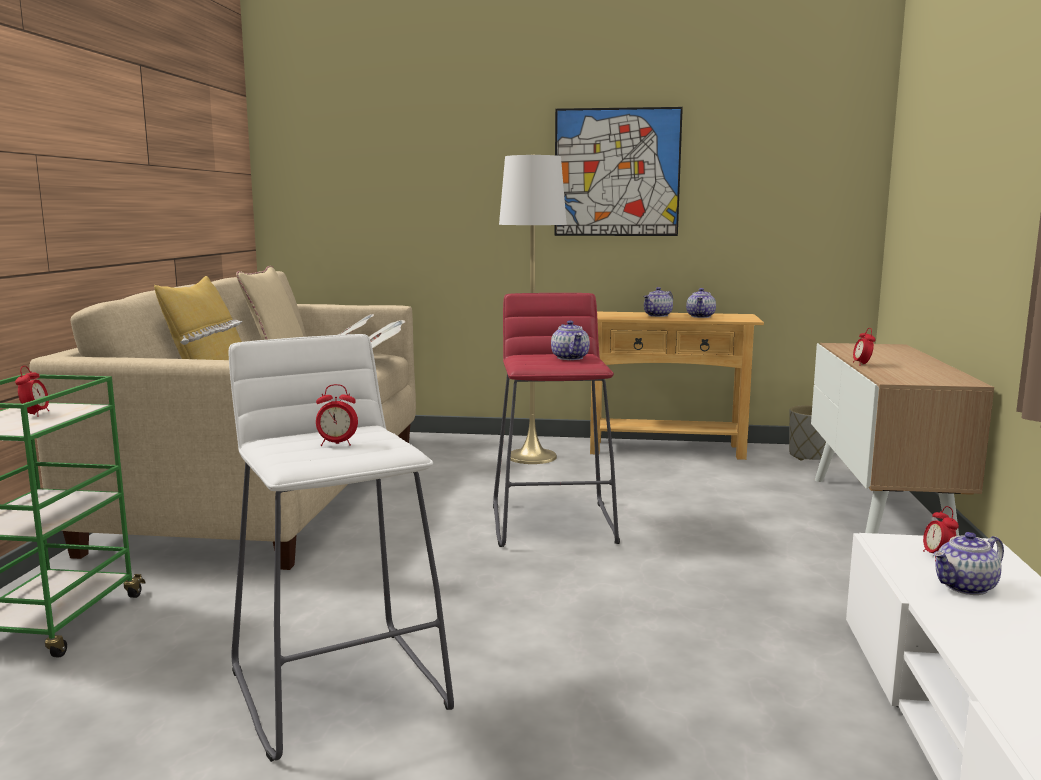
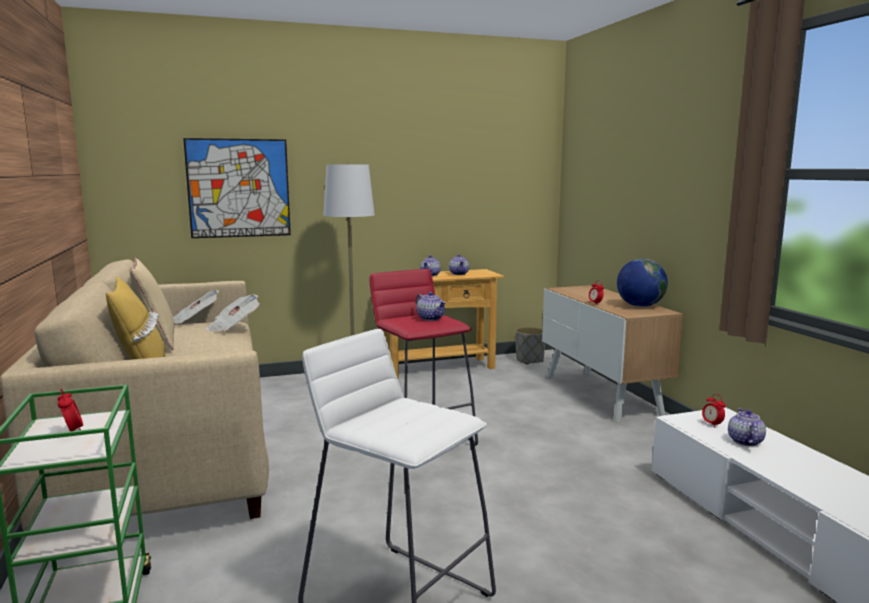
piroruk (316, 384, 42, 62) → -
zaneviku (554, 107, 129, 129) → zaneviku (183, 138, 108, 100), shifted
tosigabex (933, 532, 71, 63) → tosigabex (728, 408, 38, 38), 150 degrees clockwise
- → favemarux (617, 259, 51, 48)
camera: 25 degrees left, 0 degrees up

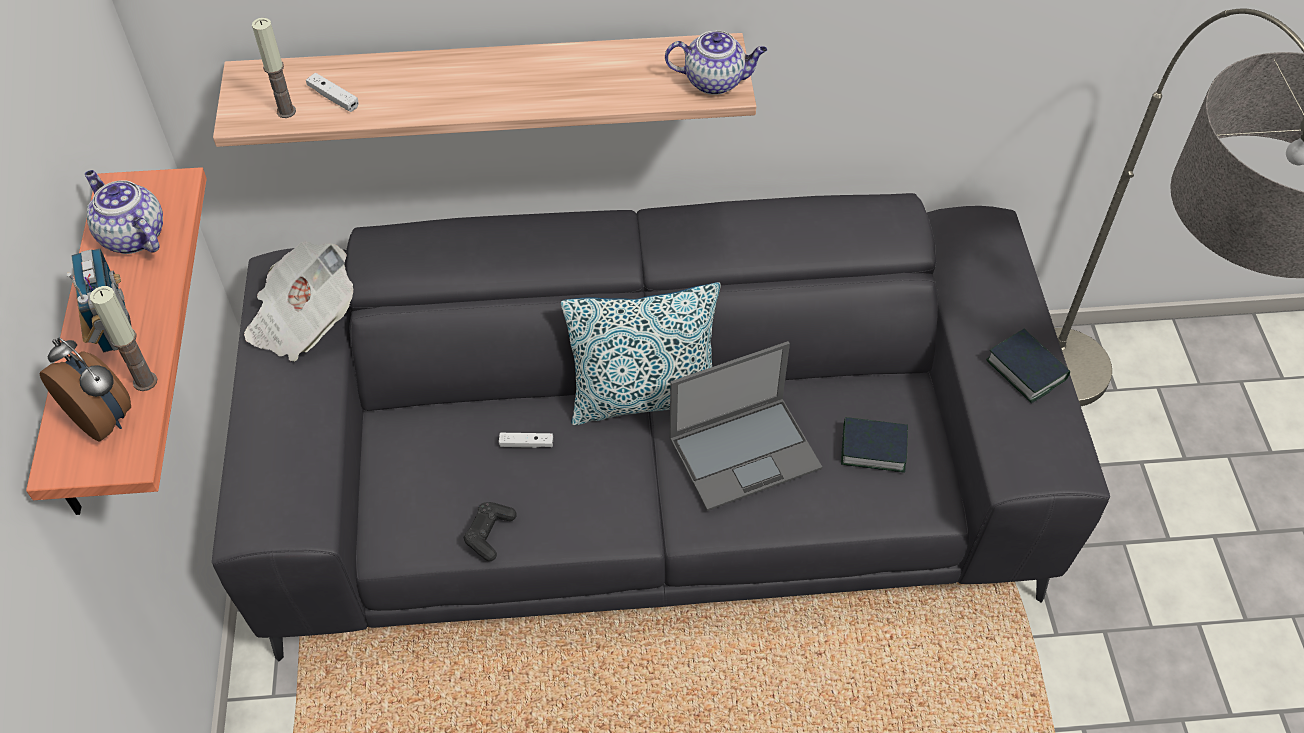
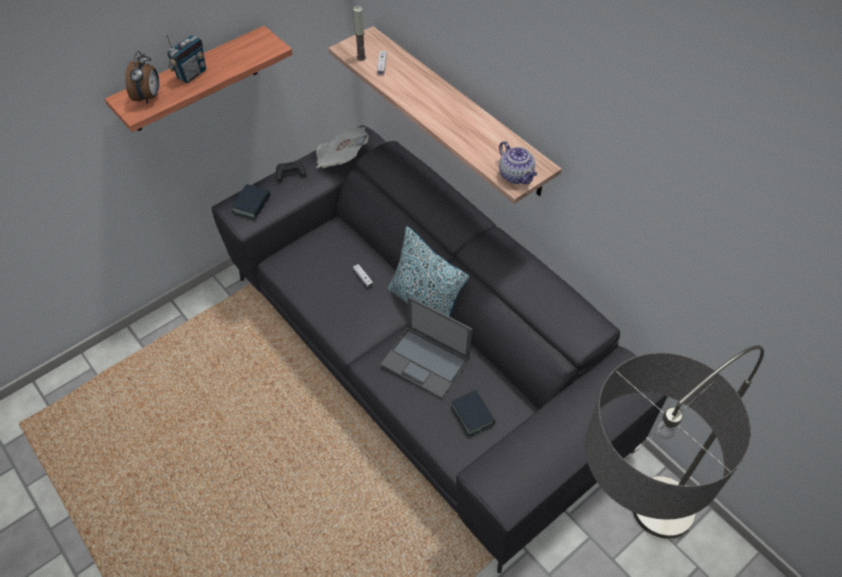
tosigabex (85, 170, 78, 84) → -
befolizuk (90, 286, 68, 105) → -
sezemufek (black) (463, 502, 54, 59) → sezemufek (black) (276, 160, 30, 21), shifted
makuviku (986, 329, 84, 74) → makuviku (231, 184, 39, 35), shifted
camera: 55 degrees right, 0 degrees up

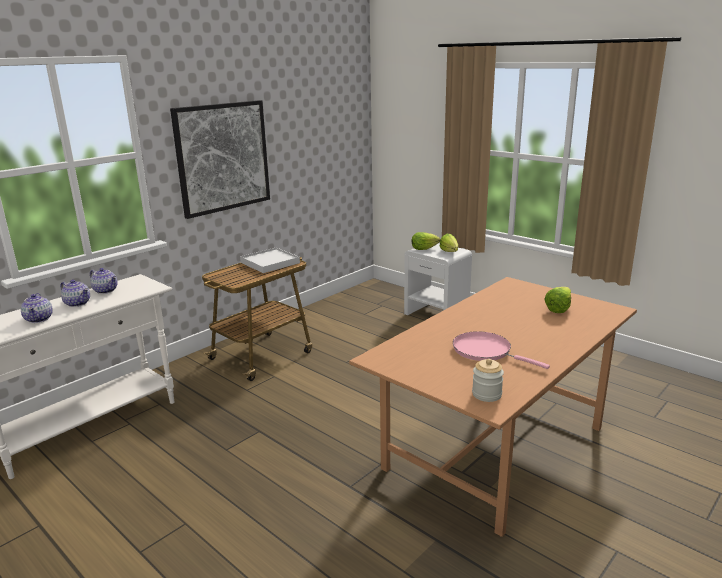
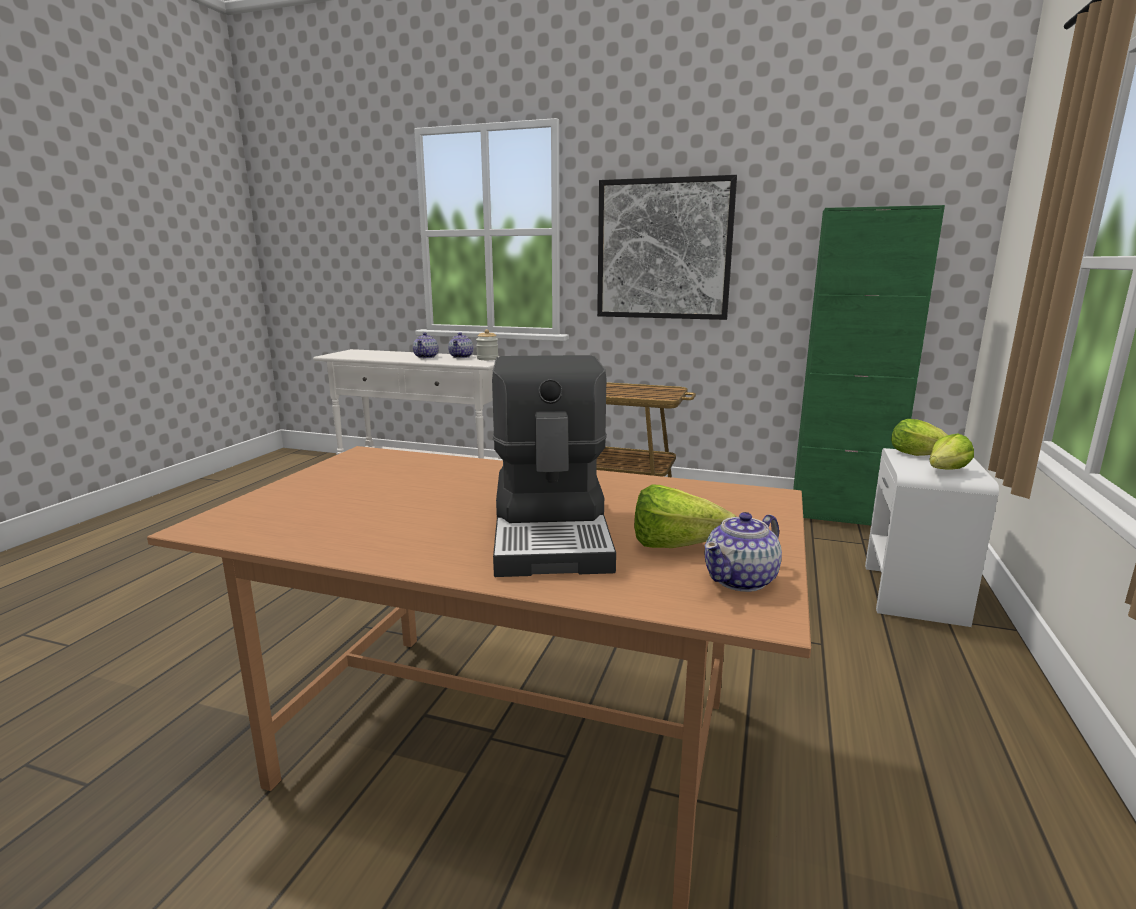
tosigabex (21, 293, 32, 30) → tosigabex (705, 512, 77, 80), shifted
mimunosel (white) (240, 248, 60, 25) → -
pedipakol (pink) (453, 331, 97, 38) → -
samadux (472, 359, 32, 43) → samadux (476, 329, 23, 31), shifted
- → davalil (492, 355, 124, 222)
- → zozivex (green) (793, 205, 152, 320)
camera: 65 degrees right, 5 degrees down

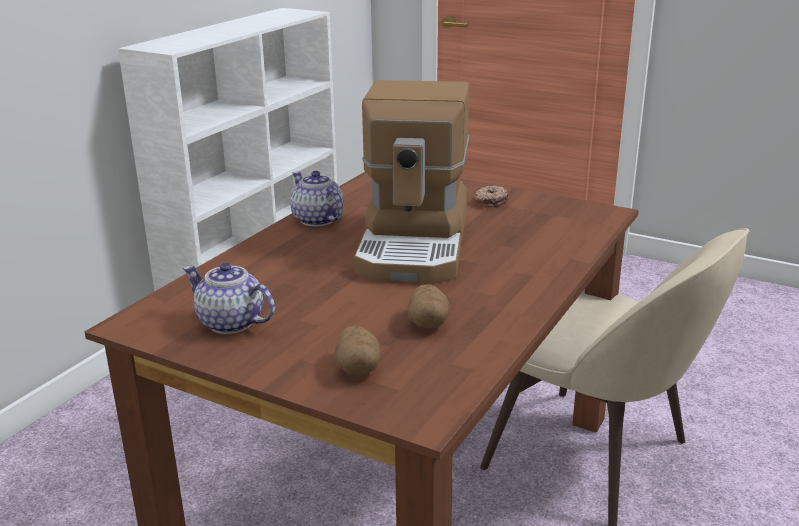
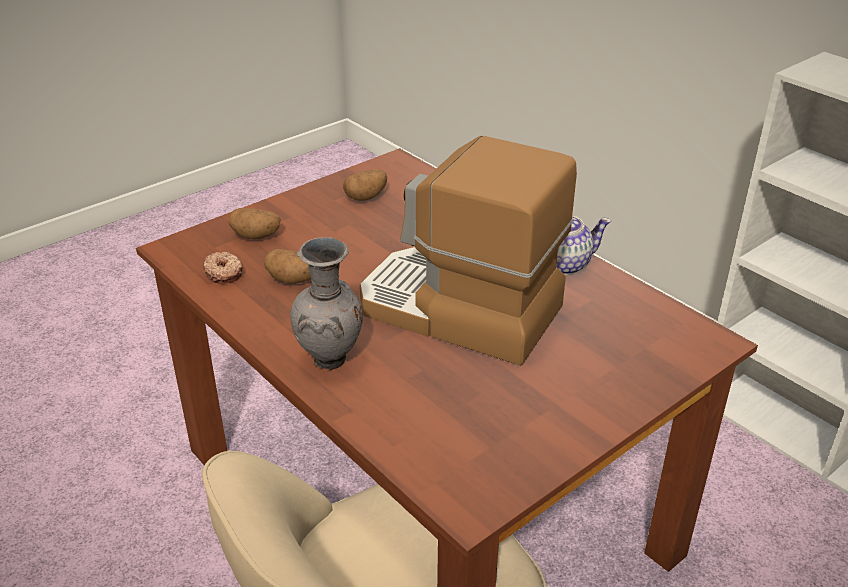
tosigabex (183, 263, 92, 71) → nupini (343, 169, 44, 32)
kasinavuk (474, 186, 34, 22) → kasinavuk (203, 252, 40, 32), shifted
- → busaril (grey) (290, 237, 73, 133)
camera: 110 degrees right, 10 degrees up

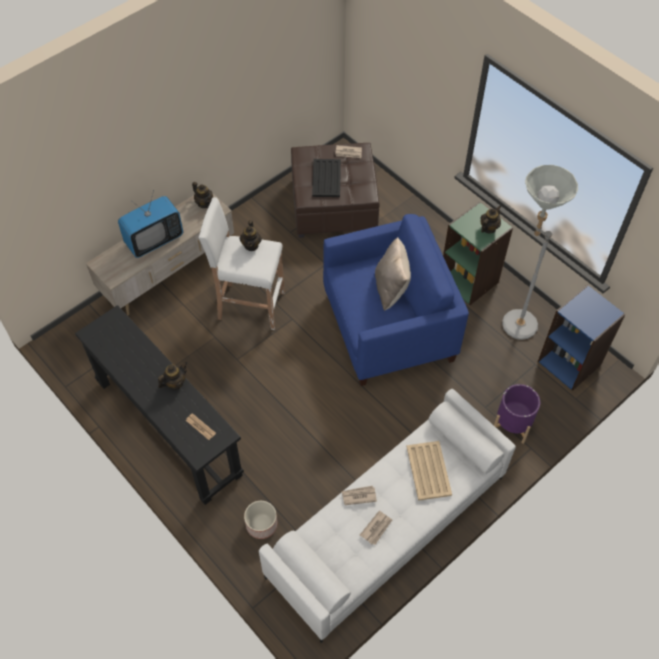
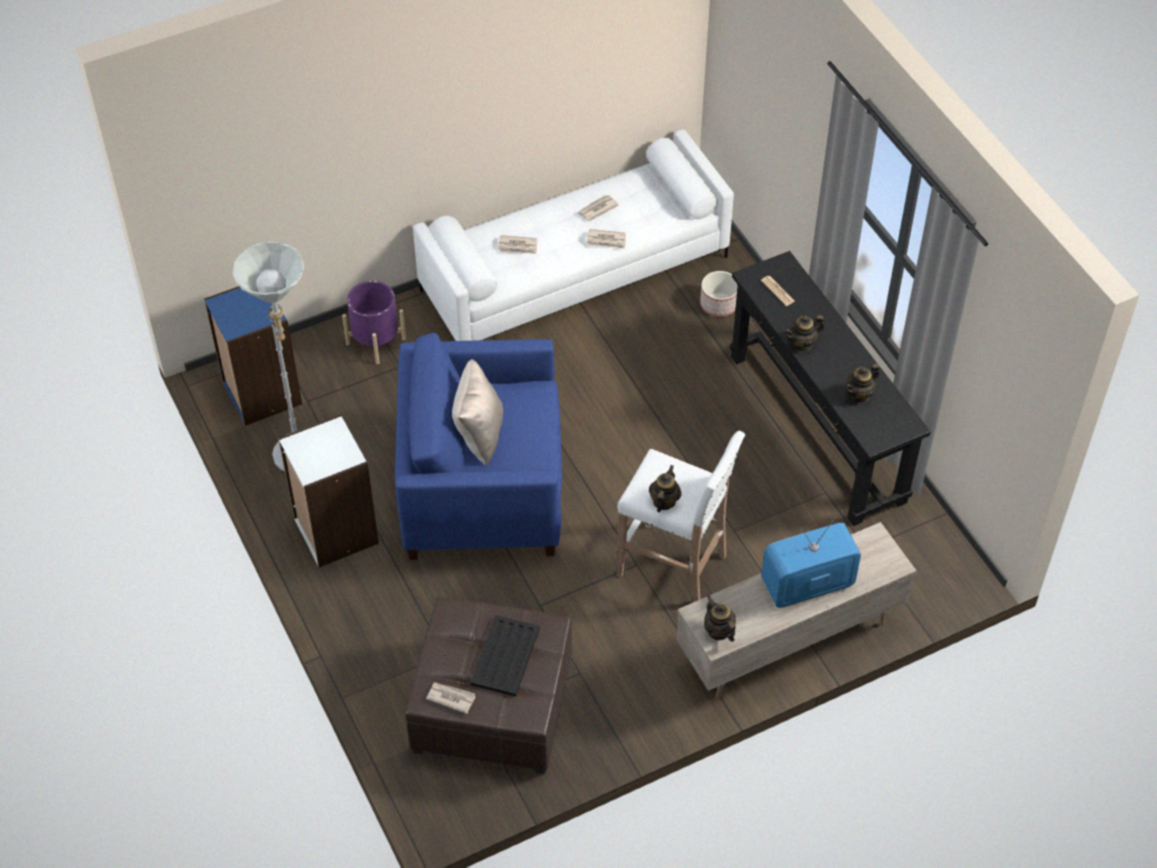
mimunosel (beige) (407, 441, 45, 60) → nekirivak (498, 235, 39, 19)
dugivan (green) (443, 201, 70, 104) → dugivan (white) (278, 414, 101, 154)
tosigabex (481, 205, 20, 29) → tosigabex (845, 363, 35, 41), shifted
camera: 165 degrees left, 5 degrees down

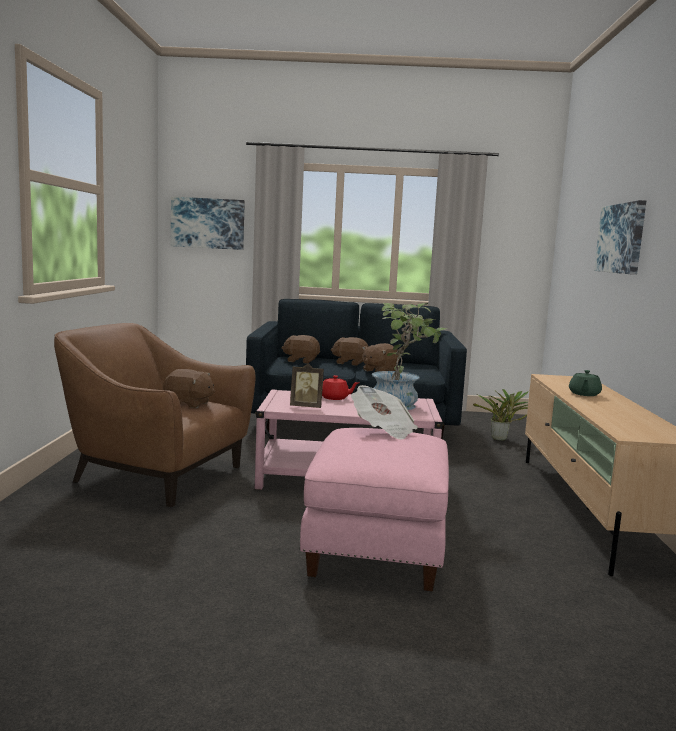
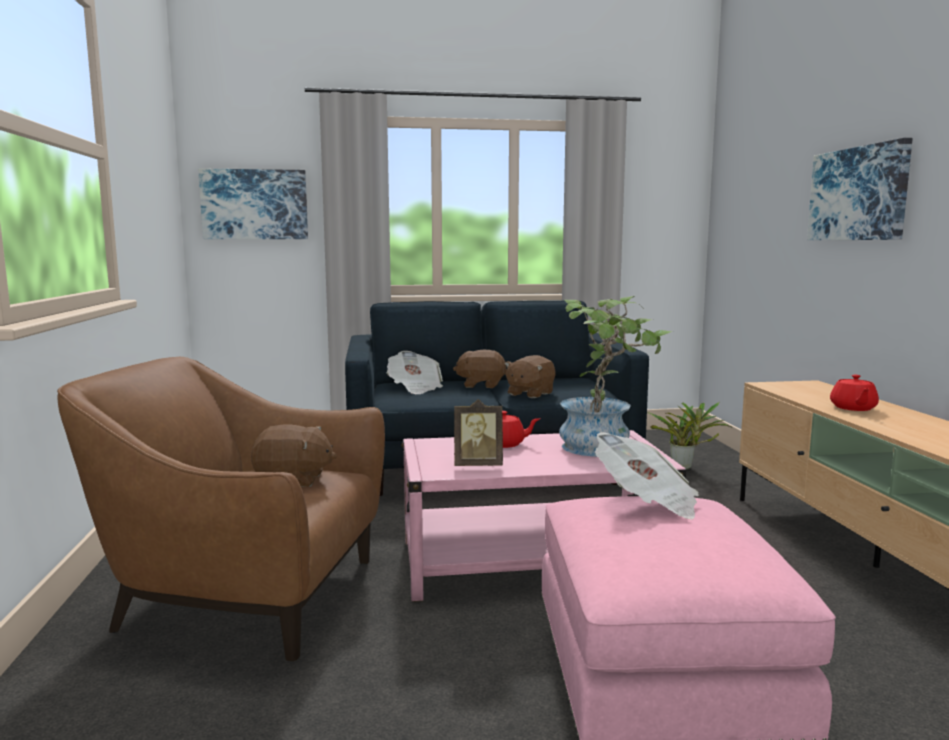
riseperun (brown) (282, 335, 38, 28) → nekirivak (387, 351, 56, 43)
tosigabex (green) (569, 370, 33, 26) → tosigabex (red) (830, 375, 49, 36)
camera: 10 degrees left, 0 degrees up

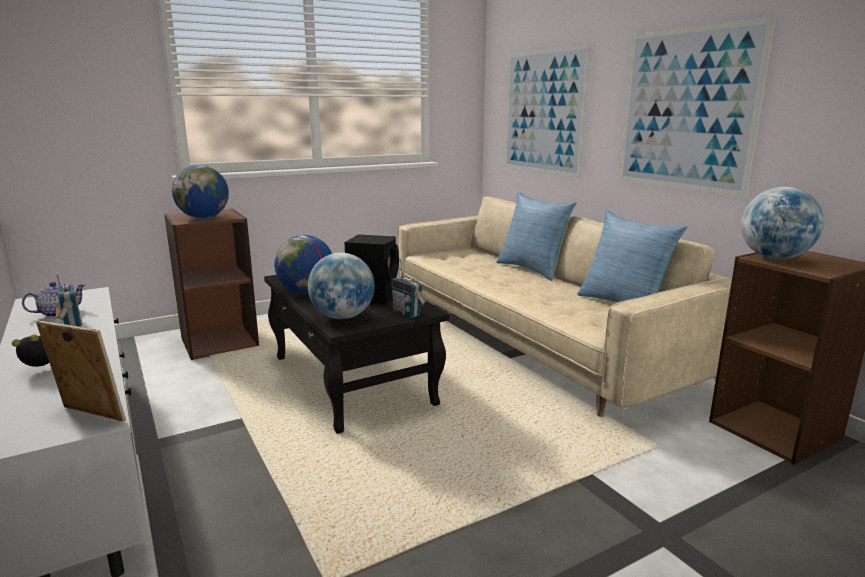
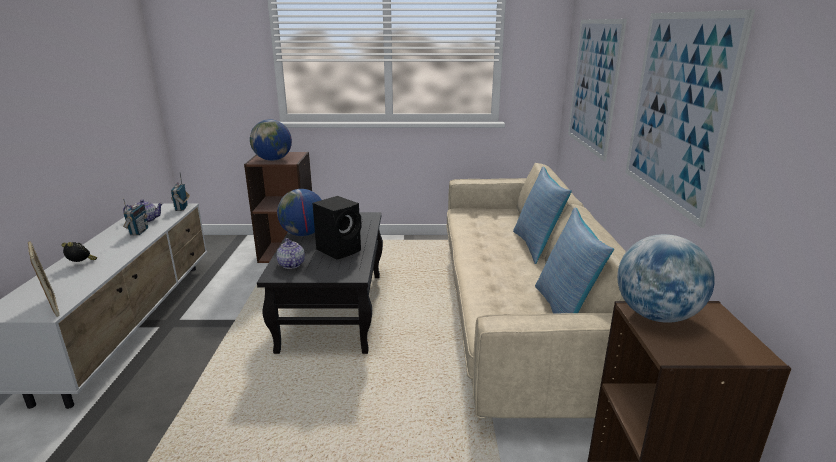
favemarux (308, 253, 67, 66) → tosigabex (276, 238, 29, 31)
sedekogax (391, 259, 35, 59) → sedekogax (171, 172, 19, 39), shifted
camera: 30 degrees right, 5 degrees up

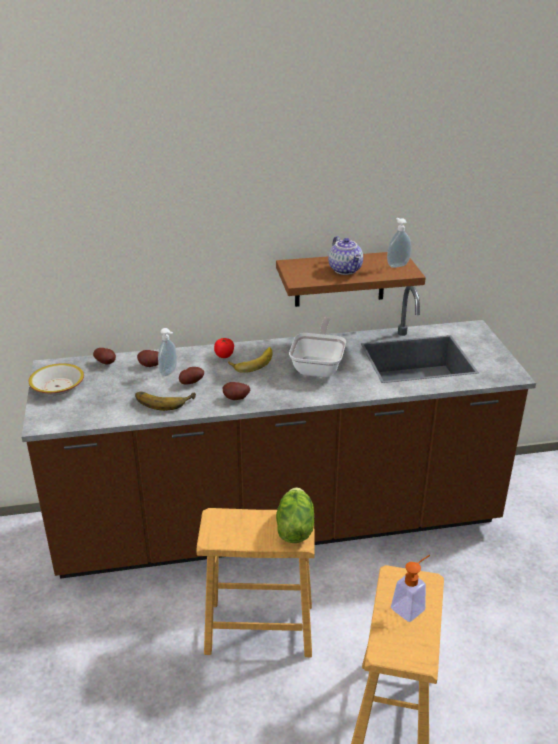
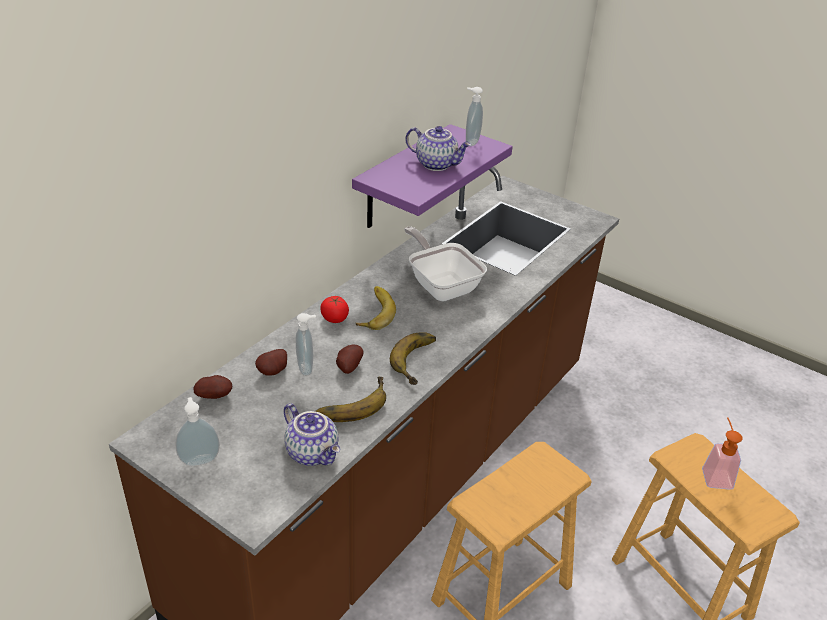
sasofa (29, 363, 55, 32) → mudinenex (176, 397, 44, 69)
nupini (222, 382, 28, 18) → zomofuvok (390, 332, 46, 53)
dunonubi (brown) (276, 252, 150, 55) → dunonubi (purple) (352, 124, 161, 104)
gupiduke (276, 487, 38, 56) → -
- → tosigabex (284, 403, 56, 63)
camera: 45 degrees left, 5 degrees up

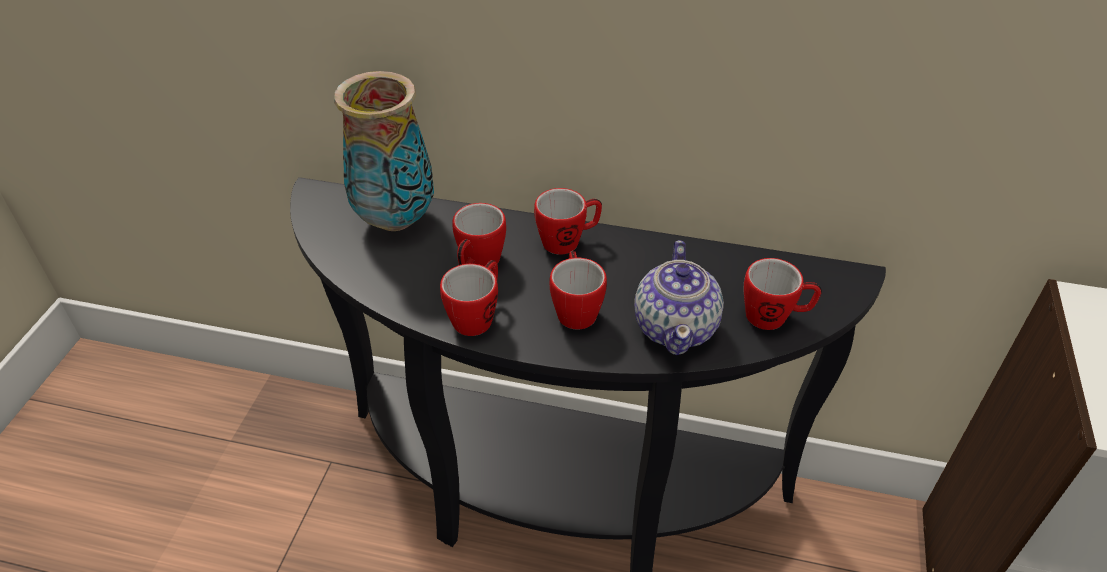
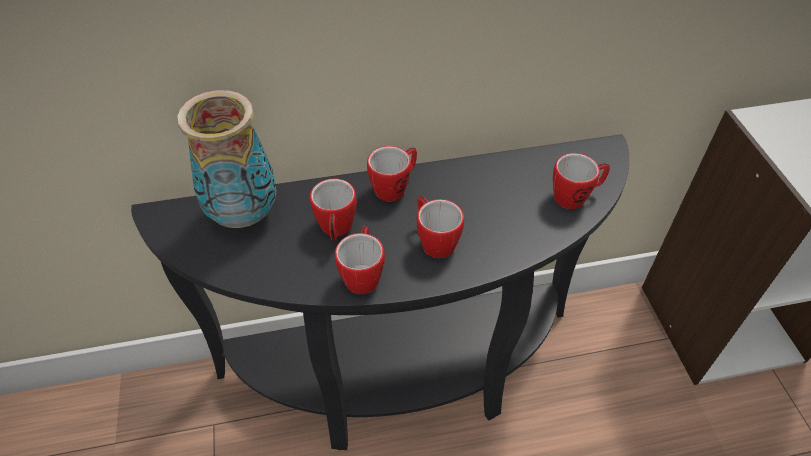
tosigabex (634, 240, 90, 115) → -
camera: 25 degrees left, 5 degrees up

